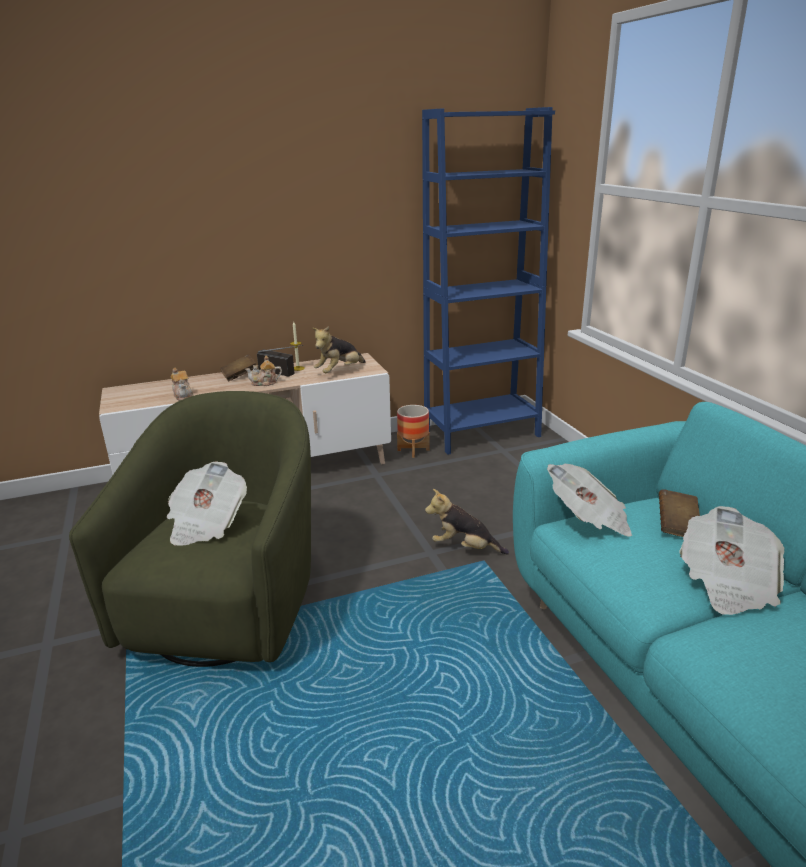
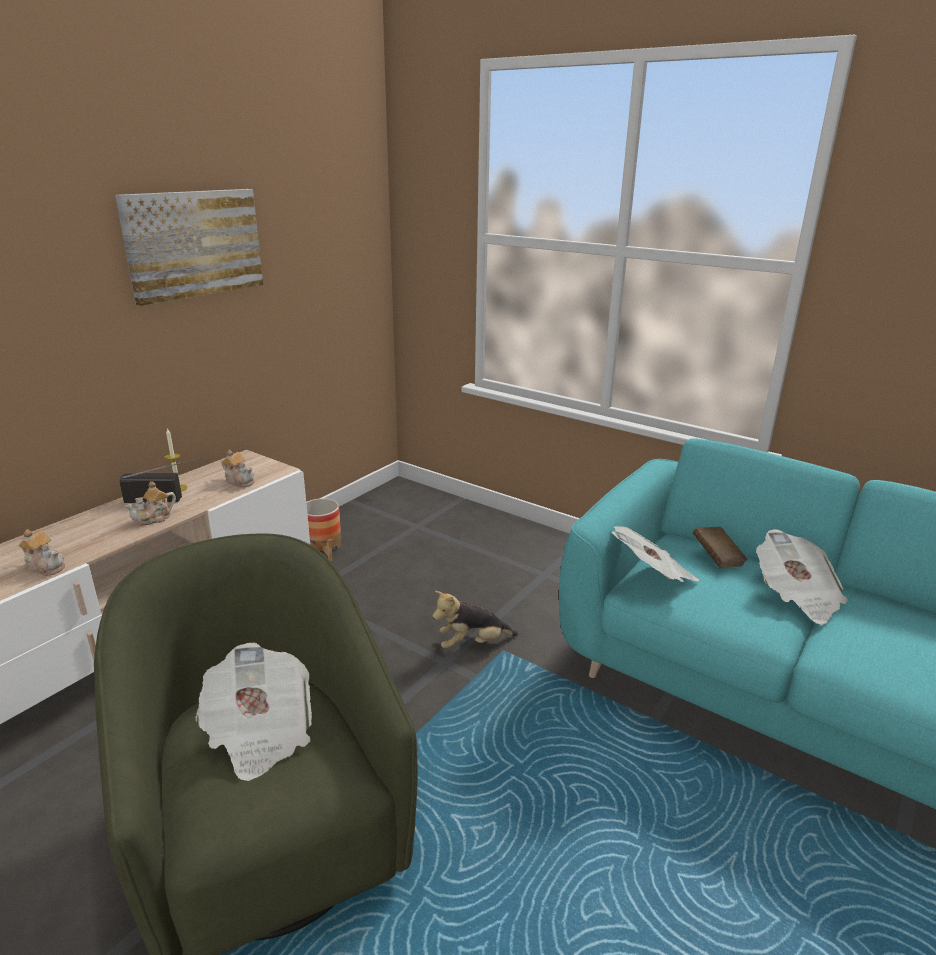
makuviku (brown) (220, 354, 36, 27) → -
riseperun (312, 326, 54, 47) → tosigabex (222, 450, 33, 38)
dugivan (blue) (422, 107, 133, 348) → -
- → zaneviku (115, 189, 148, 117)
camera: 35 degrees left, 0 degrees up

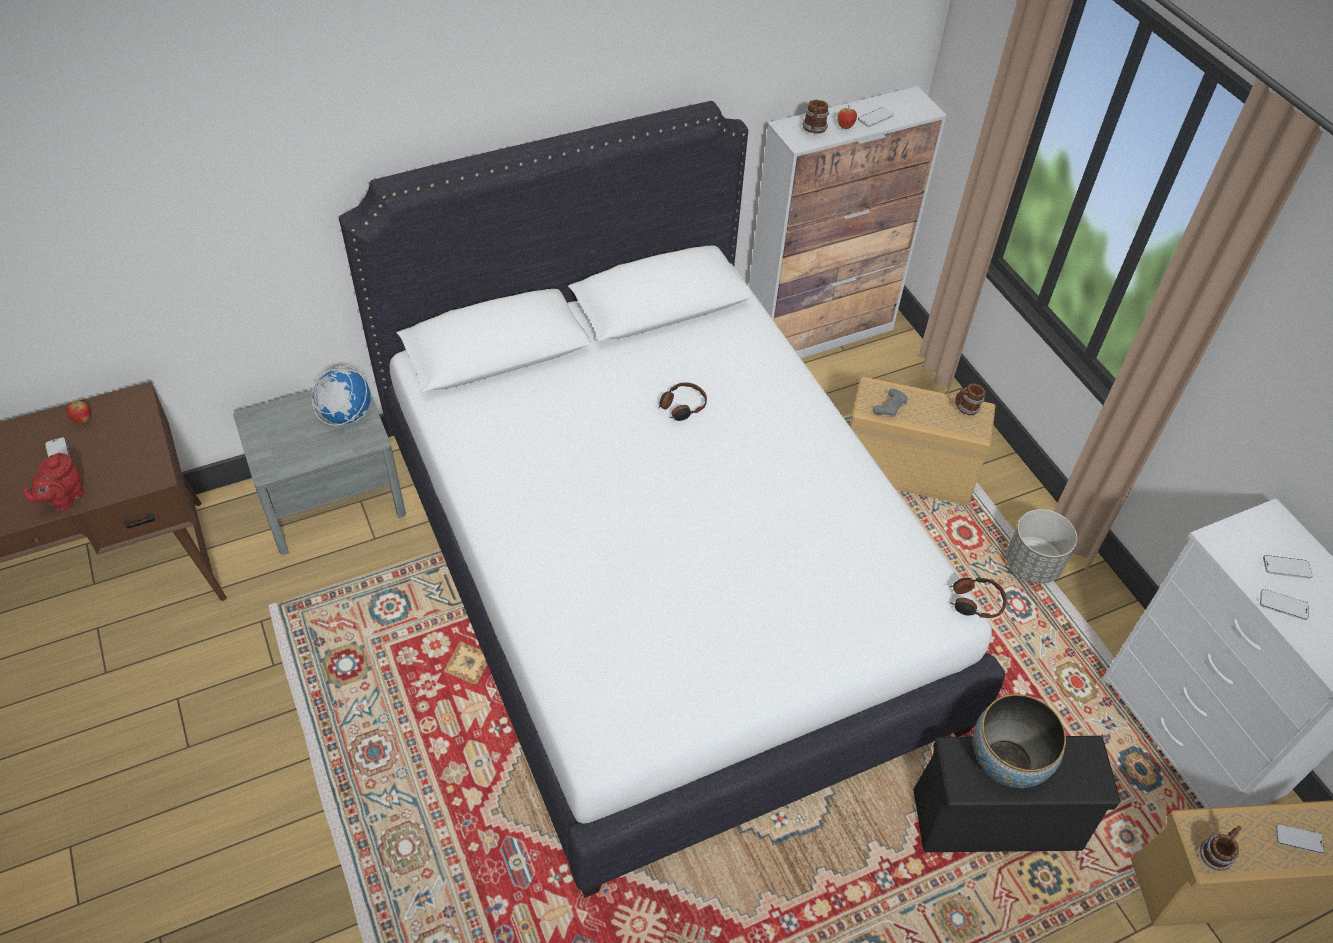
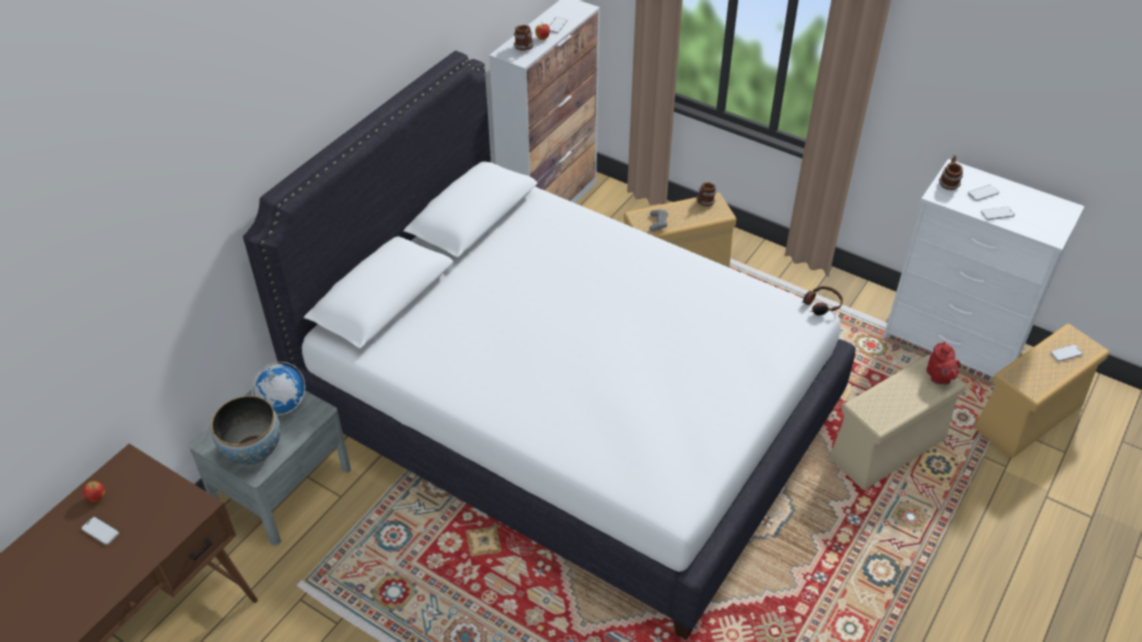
tosigabex (red) (23, 453, 61, 58) → tosigabex (red) (926, 342, 34, 43), shifted
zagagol (658, 382, 49, 39) → -
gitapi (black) (913, 736, 208, 116) → gitapi (beige) (829, 355, 137, 135)
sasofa (973, 694, 93, 94) → sasofa (211, 396, 69, 69), shifted
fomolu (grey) (1006, 509, 71, 74) → -
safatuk (1200, 825, 42, 46) → safatuk (939, 155, 24, 35), shifted
camera: 30 degrees left, 5 degrees down

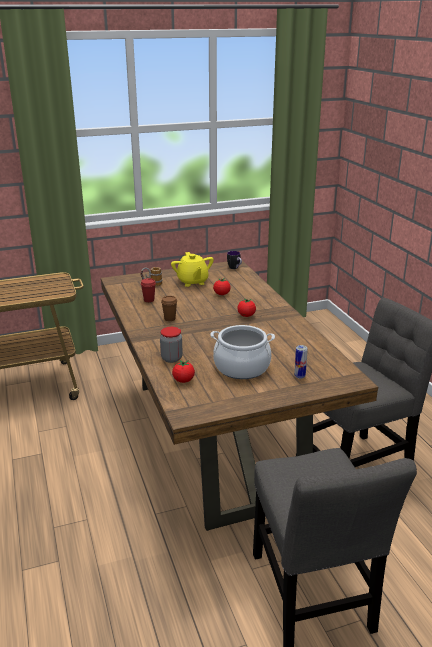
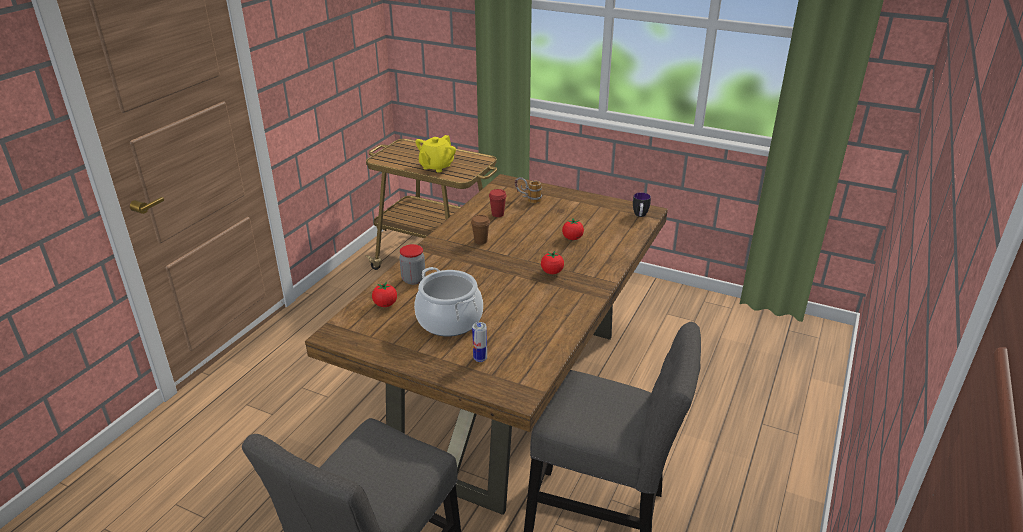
tosigabex (yellow) (171, 252, 43, 35) → tosigabex (yellow) (415, 135, 41, 37), shifted
camera: 45 degrees right, 5 degrees up

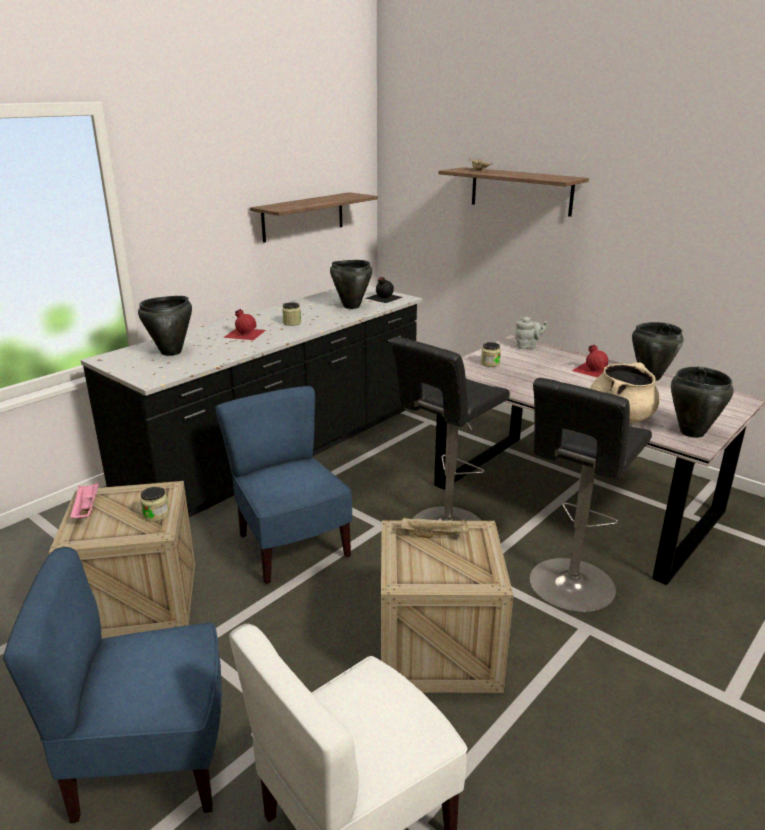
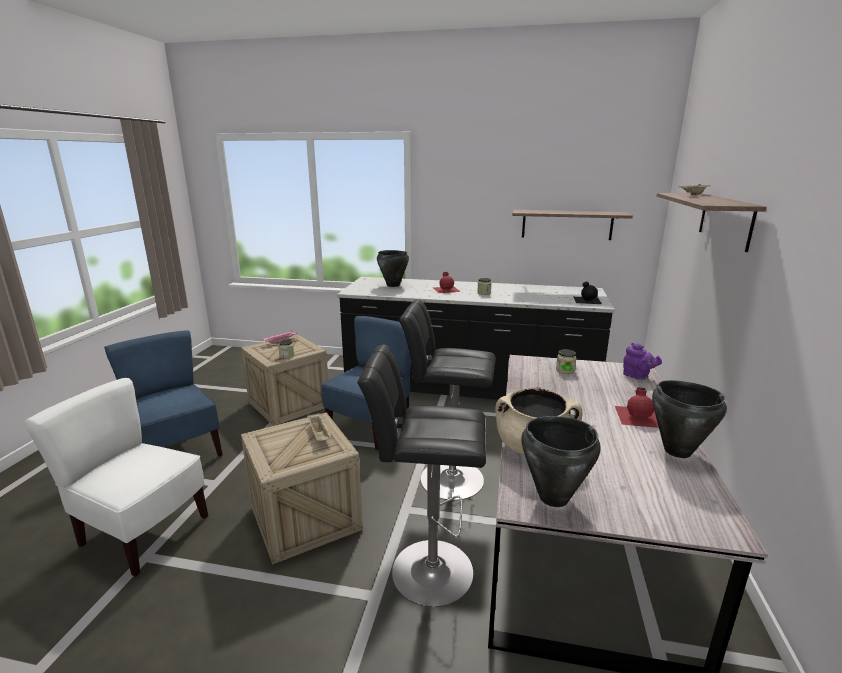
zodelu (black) (330, 260, 42, 49) → -
tosigabex (grey) (515, 317, 32, 32) → tosigabex (purple) (623, 343, 39, 37)
camera: 60 degrees right, 5 degrees down

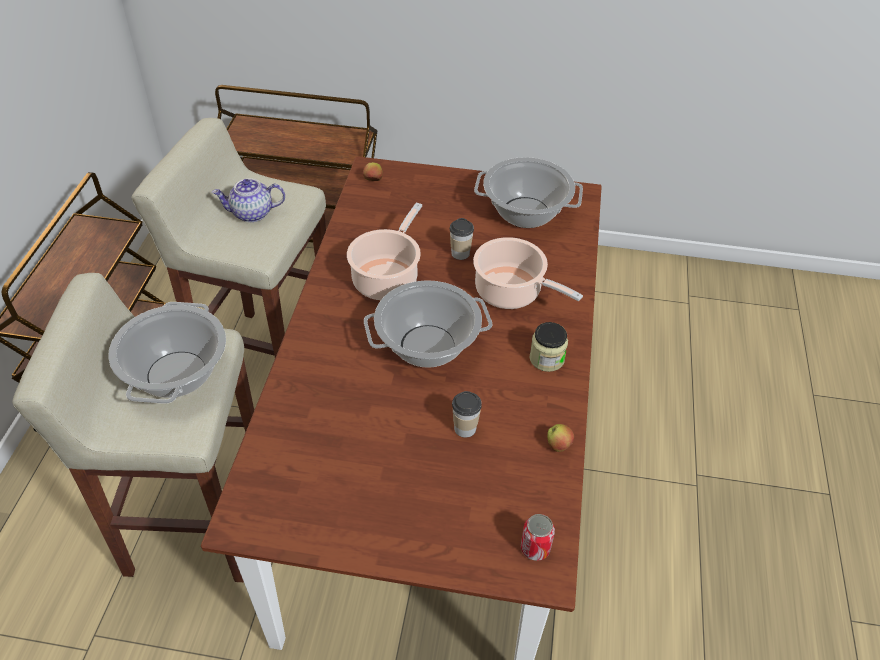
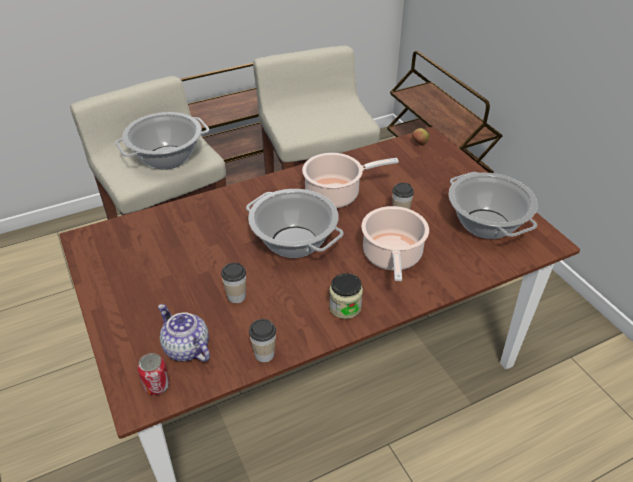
tosigabex (212, 178, 73, 44) → tosigabex (158, 304, 52, 58), shifted
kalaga (547, 424, 27, 28) → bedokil (249, 319, 27, 43)
camera: 55 degrees right, 5 degrees down

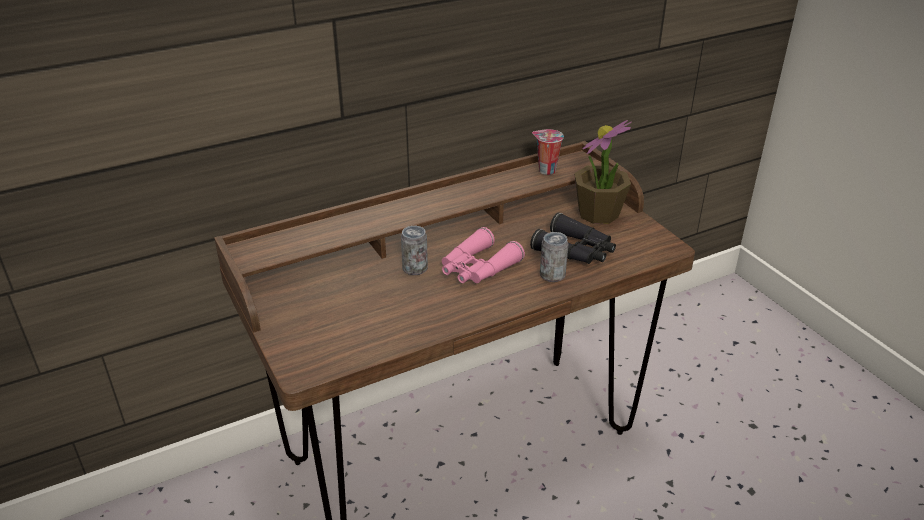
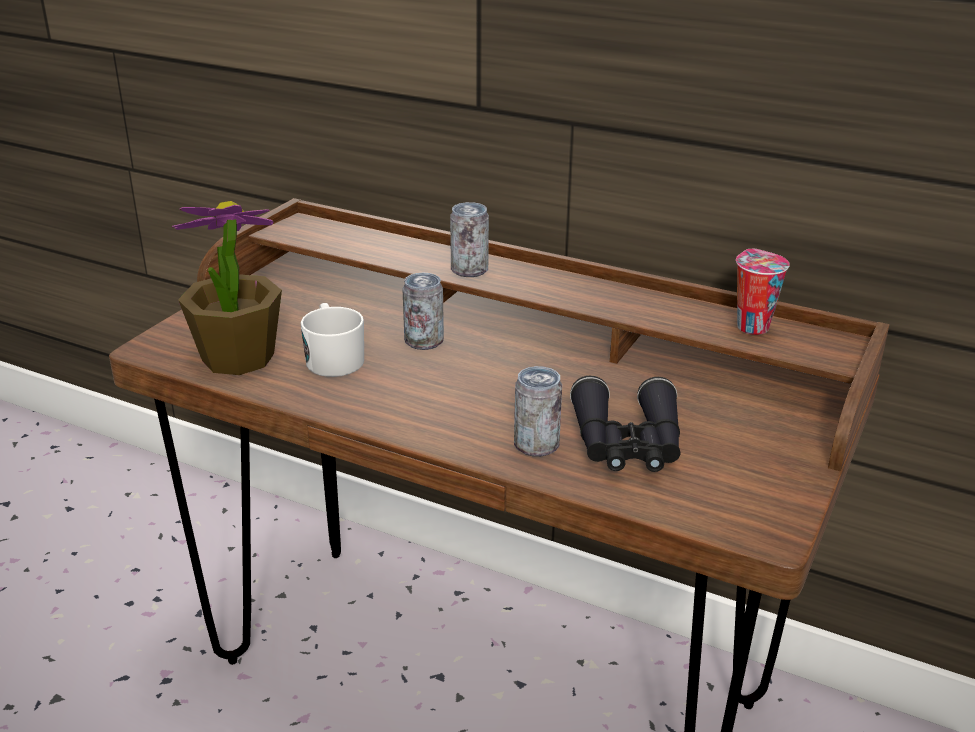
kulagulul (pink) (442, 227, 83, 56) → -
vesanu (574, 120, 58, 104) → vesanu (172, 201, 110, 174), shifted
- → safatuk (white) (300, 303, 64, 74)
- → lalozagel (450, 202, 39, 75)
camera: 55 degrees right, 5 degrees down

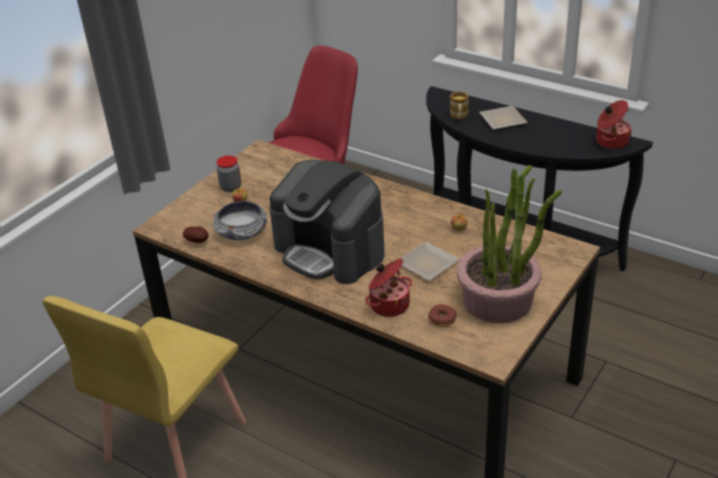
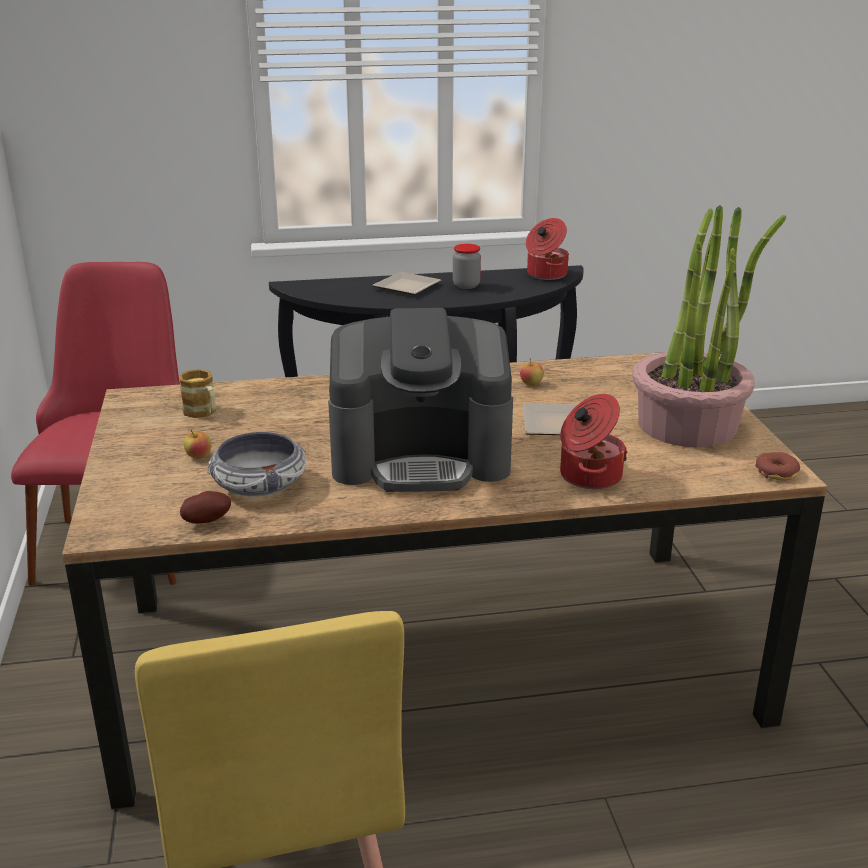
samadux (216, 155, 25, 37) → samadux (453, 244, 28, 45), shifted
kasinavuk (428, 304, 29, 23) → kasinavuk (755, 452, 45, 29), shifted
safatuk (450, 91, 19, 28) → safatuk (179, 369, 37, 49), shifted
camera: 45 degrees left, 10 degrees down

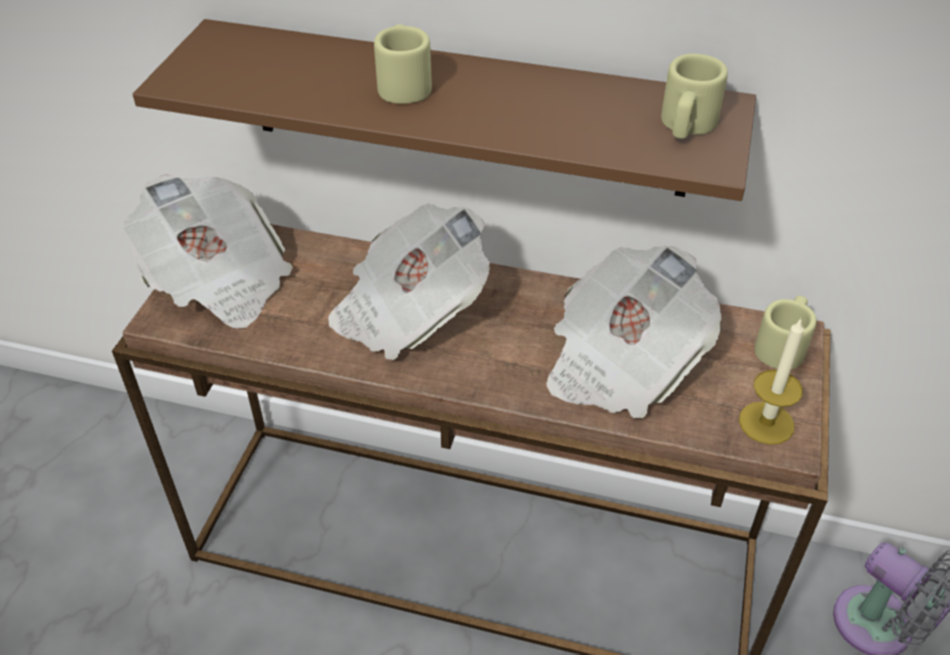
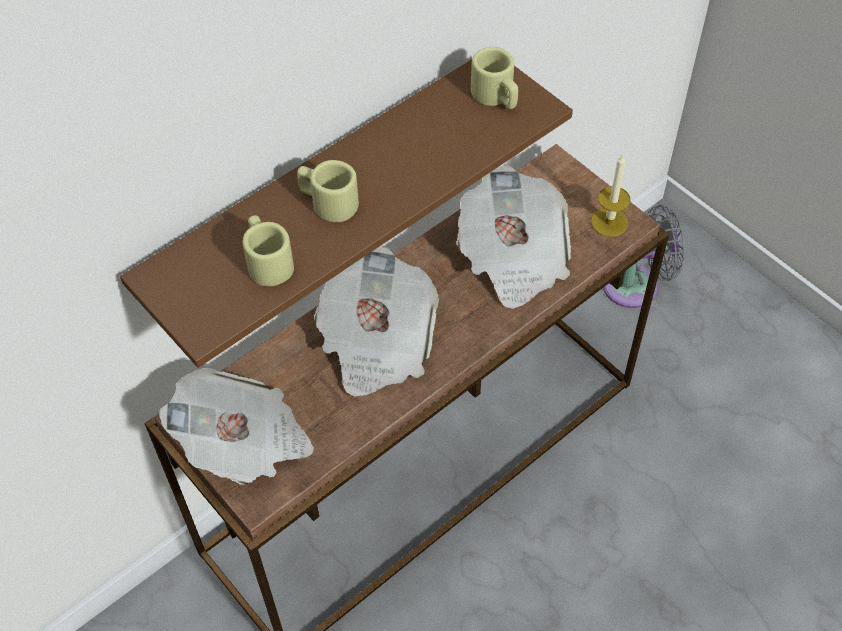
safatuk (beige) (754, 296, 62, 74) → safatuk (beige) (243, 215, 51, 71), shifted
camera: 55 degrees left, 10 degrees up

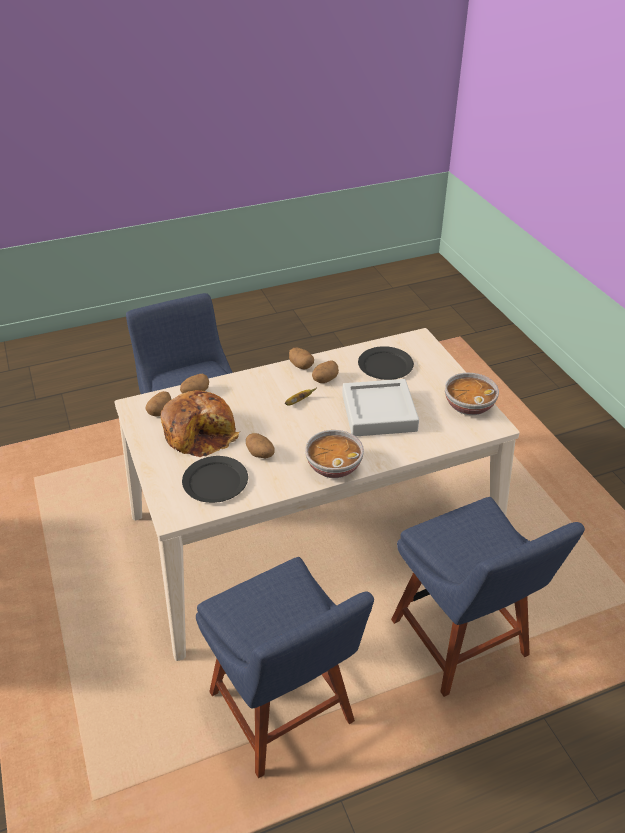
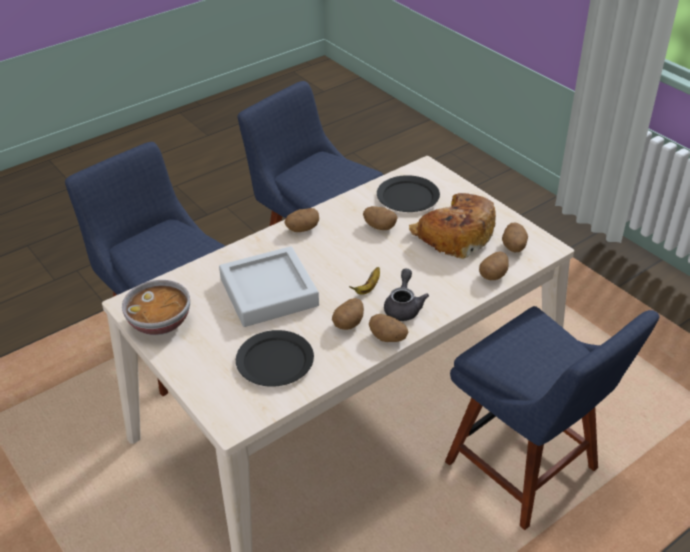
sasofa (305, 430, 59, 48) → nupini (284, 208, 35, 24)
- → tosigabex (grey) (384, 268, 45, 53)
camera: 165 degrees right, 0 degrees up

